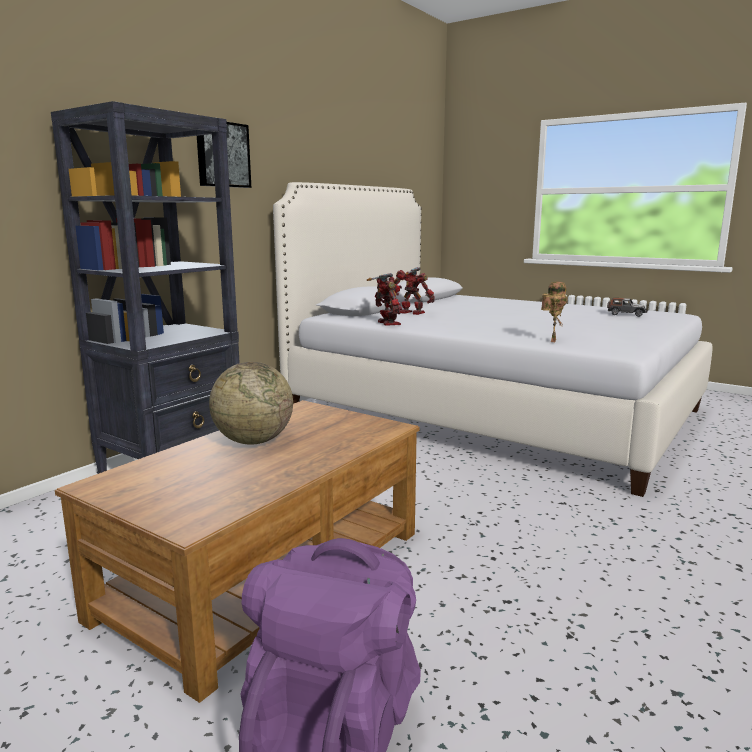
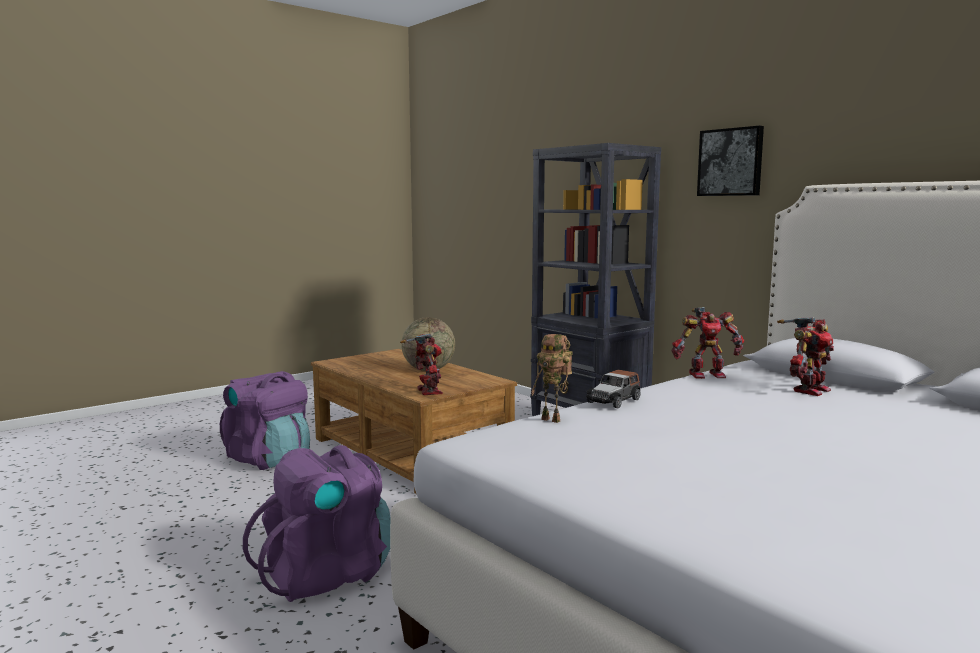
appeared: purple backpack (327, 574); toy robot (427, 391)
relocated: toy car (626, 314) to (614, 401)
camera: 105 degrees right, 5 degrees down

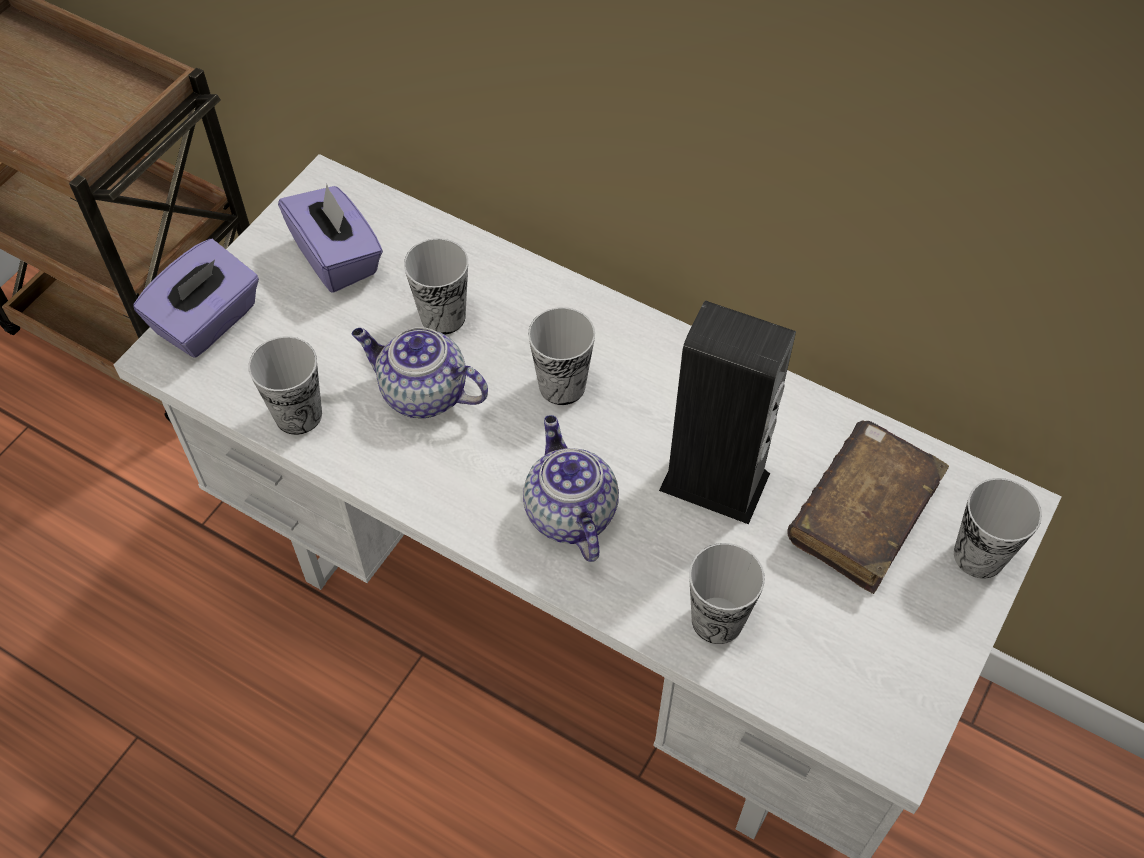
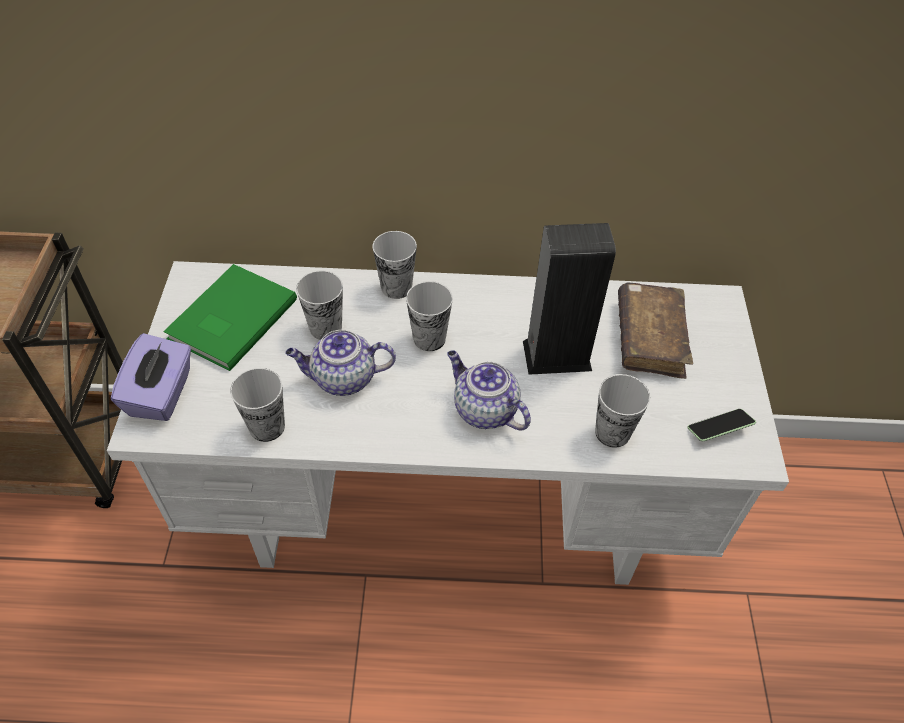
appeared: phone (718, 430)
relocated: cup (979, 556) to (396, 287)
exchanged: purple tissue box (337, 257) to green book (229, 319)
camera: 30 degrees left, 5 degrees down

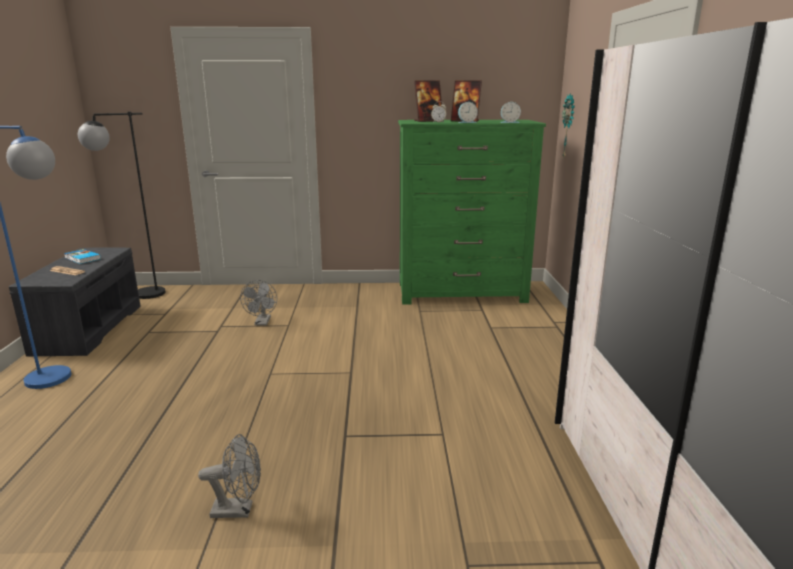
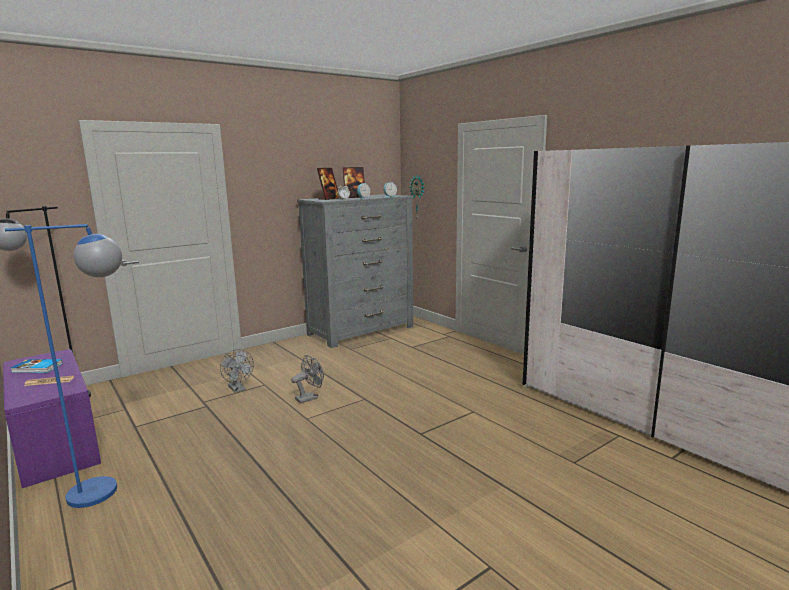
relocated: grey fan (238, 510) to (310, 397)
colour: grey bench (88, 328) to purple bench (54, 444); green dresser (461, 293) to grey dresser (361, 331)
camera: 35 degrees left, 5 degrees down

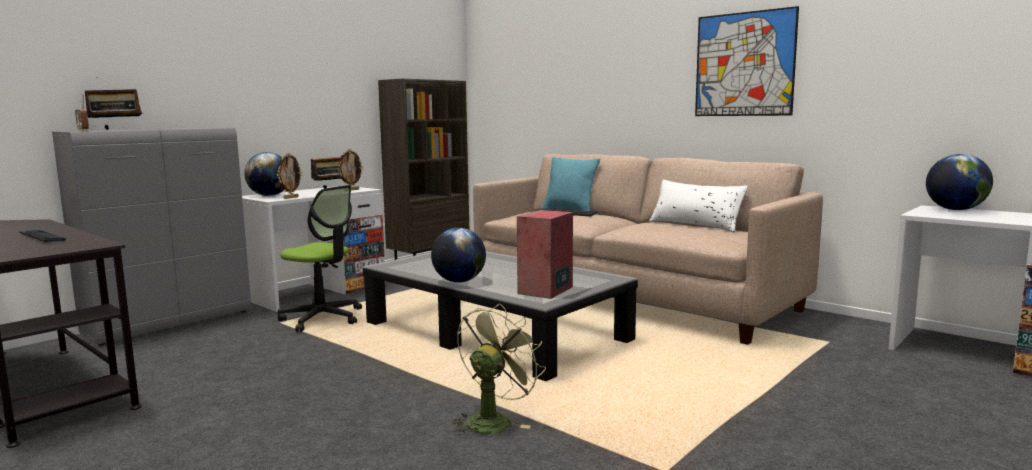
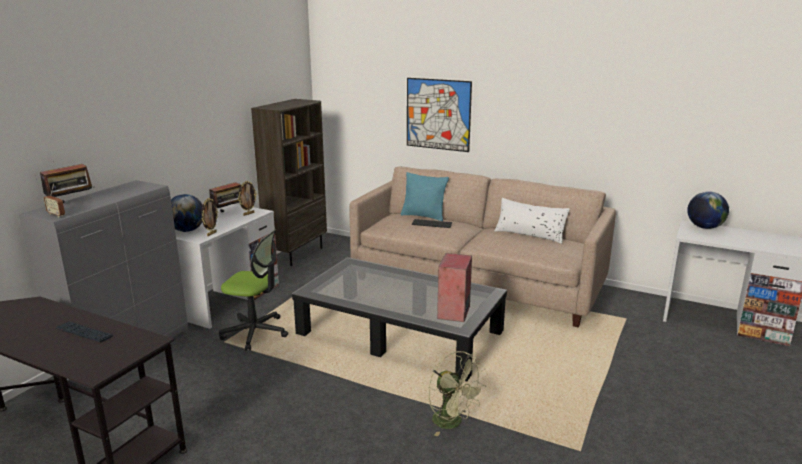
missing: globe (459, 281)
relocated: picture (744, 64) to (438, 114)
spun: green fan (493, 420) = (453, 423) 120 degrees clockwise
camera: 15 degrees left, 10 degrees up

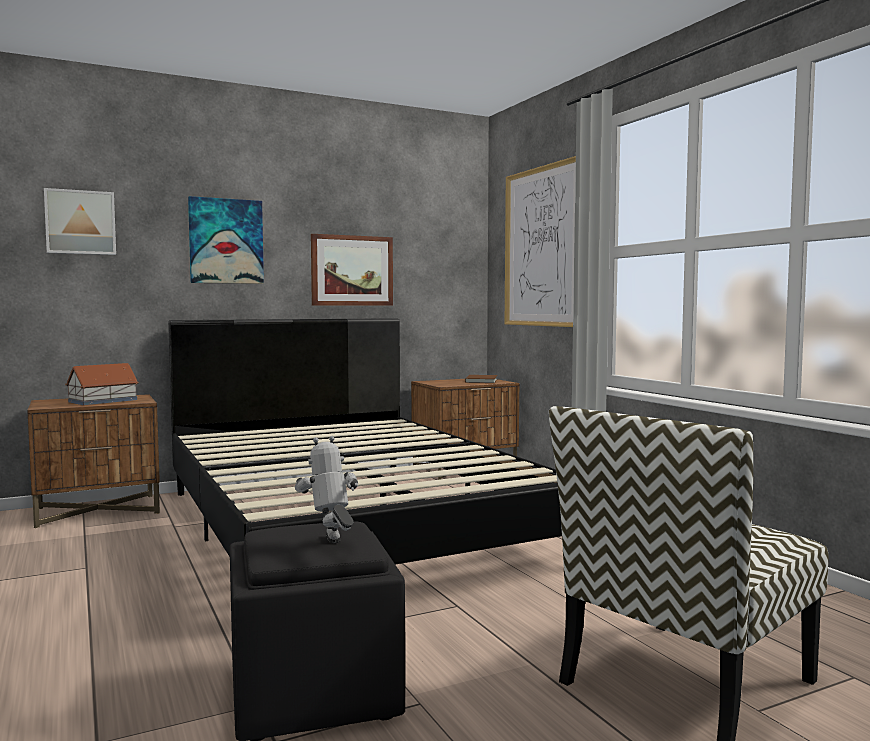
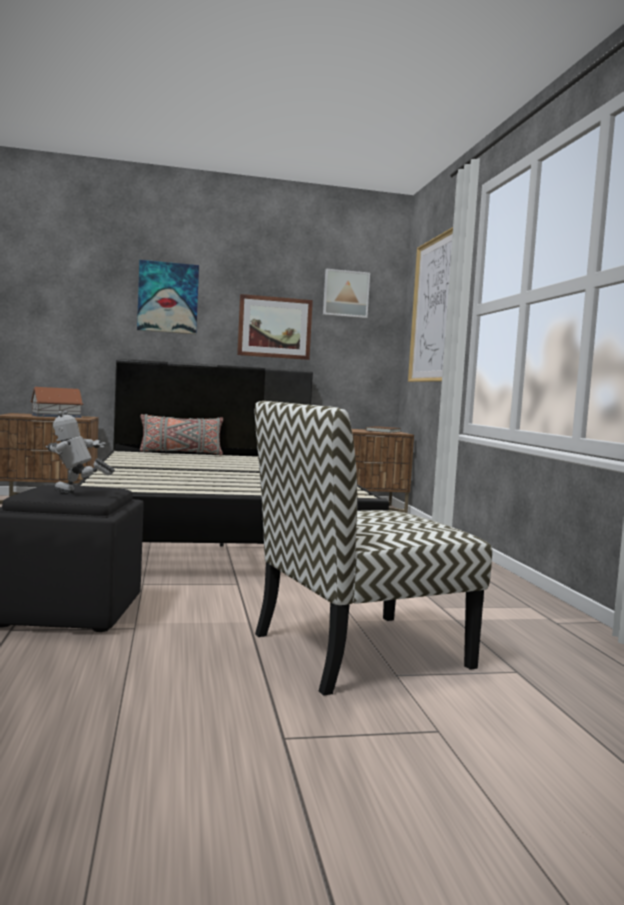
appeared: grey pillow (181, 453)
relocated: picture (80, 222) to (345, 294)
spun: toy robot (331, 546) = (76, 494) 75 degrees counterclockwise
camera: 15 degrees right, 0 degrees up

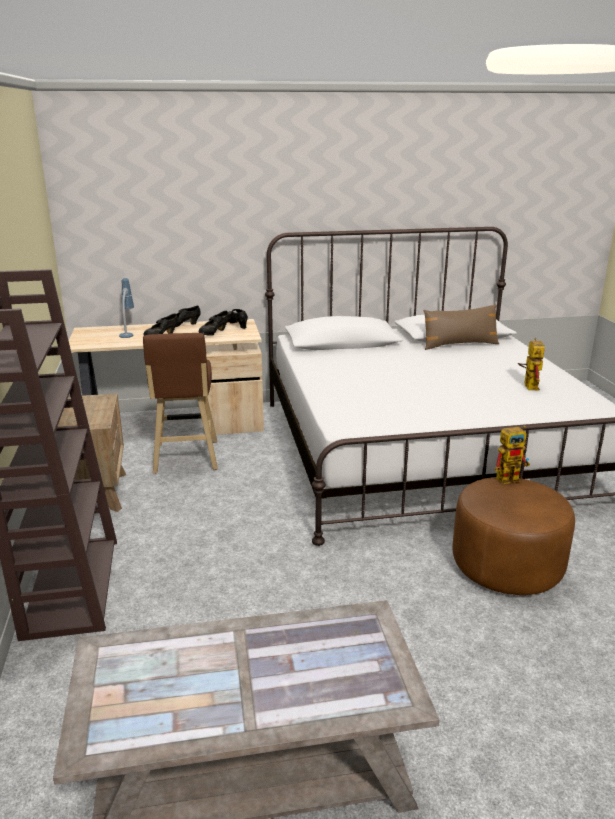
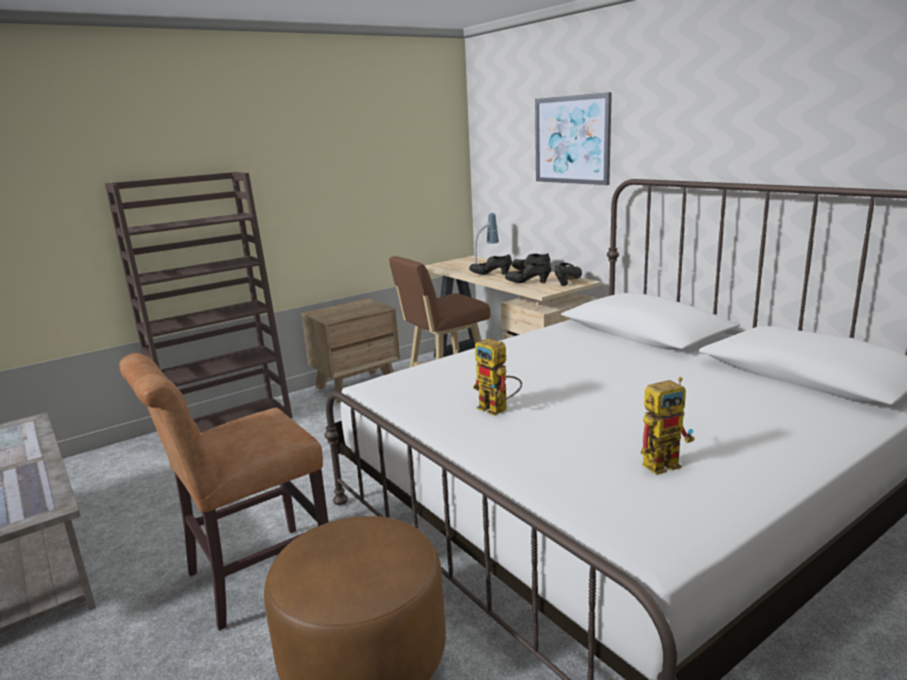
missing: brown pillow (459, 345)
appeared: brown chair (252, 578); picture (572, 140)
relocated: toy robot (511, 477) to (498, 410)
camera: 65 degrees right, 5 degrees down

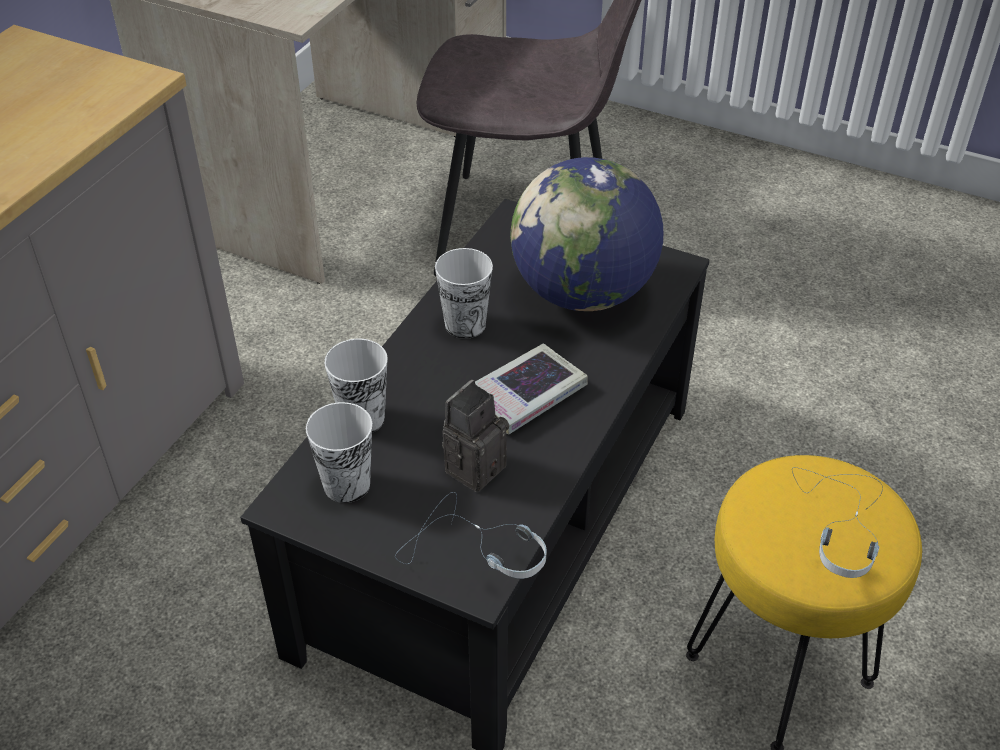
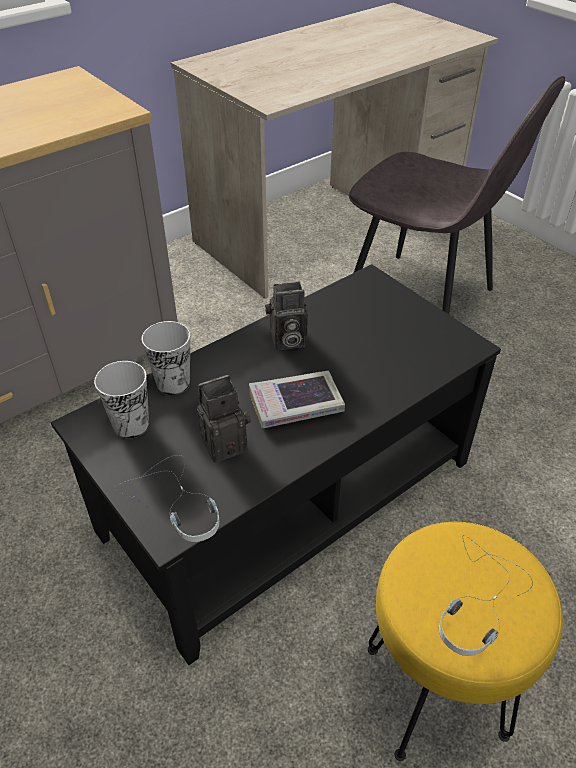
missing: globe (583, 293)
exchanged: cup (465, 324) to photo camera (286, 341)
camera: 25 degrees right, 0 degrees up

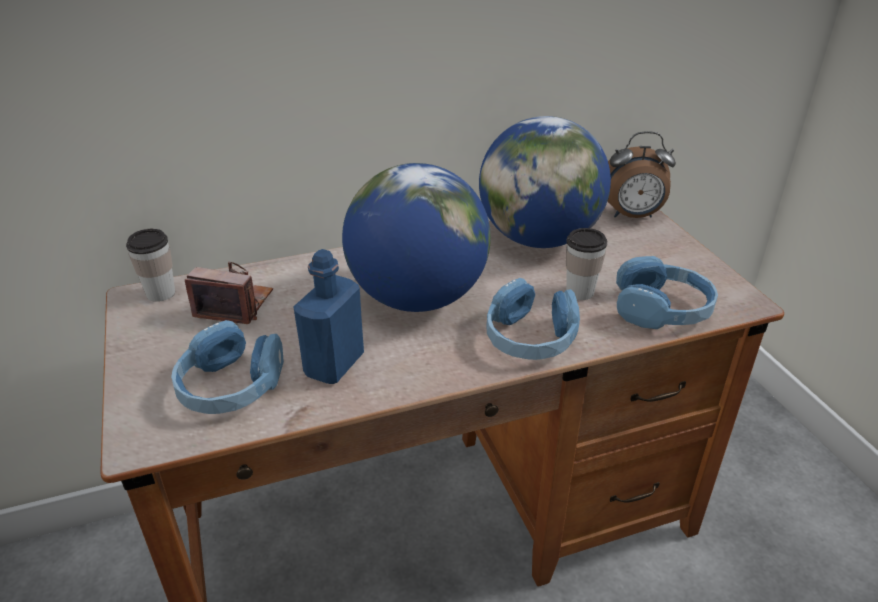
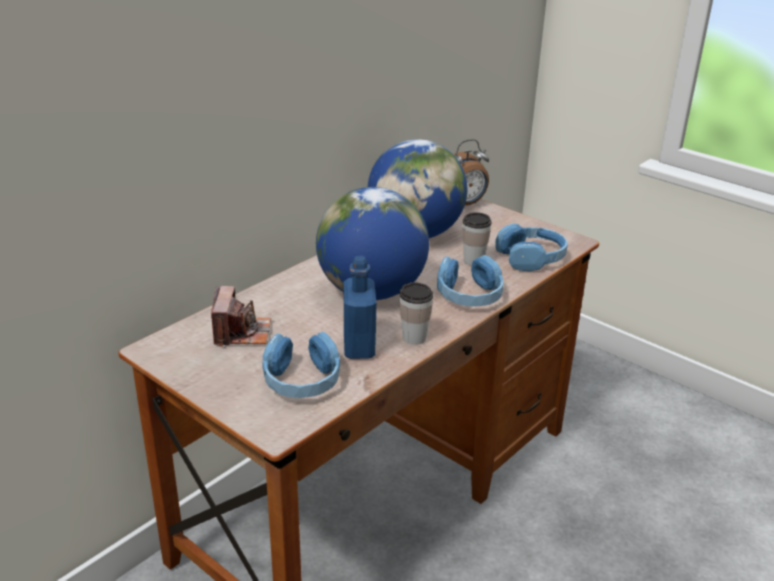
relocated: cup (161, 293) to (414, 338)
spun: photo camera (234, 305) = (241, 332) 105 degrees clockwise
camera: 30 degrees left, 5 degrees down

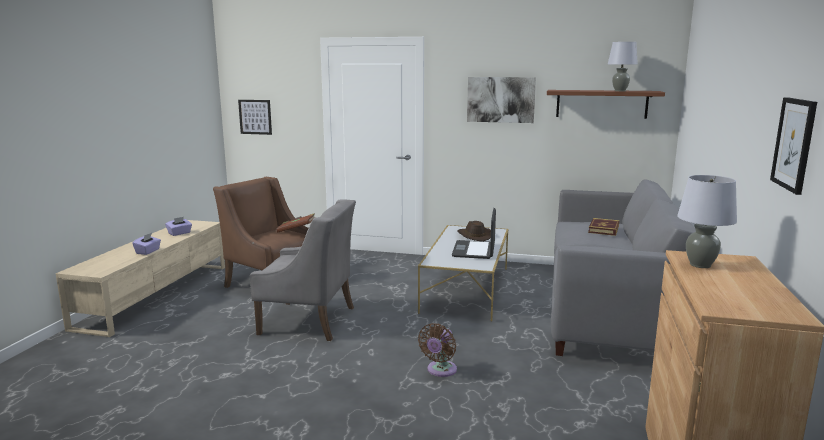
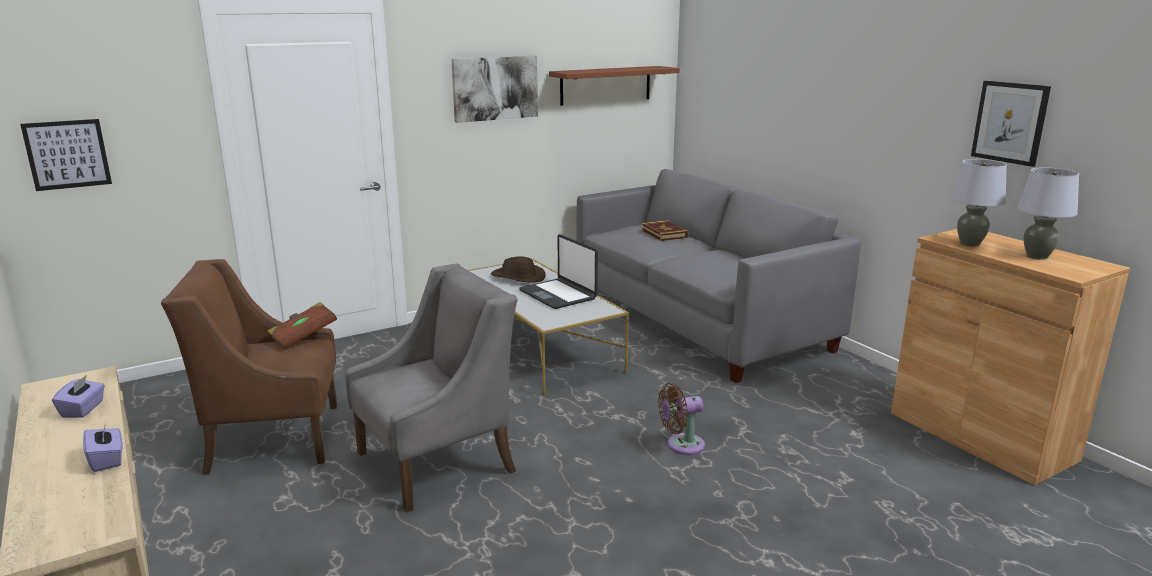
relocated: grey table lamp (620, 91) to (1037, 256)
spun: brown fan (440, 370) = (681, 445) 90 degrees clockwise
camera: 45 degrees left, 5 degrees up

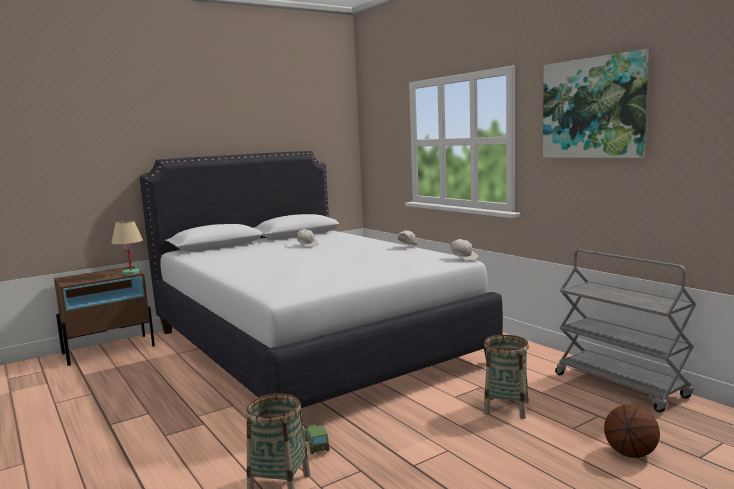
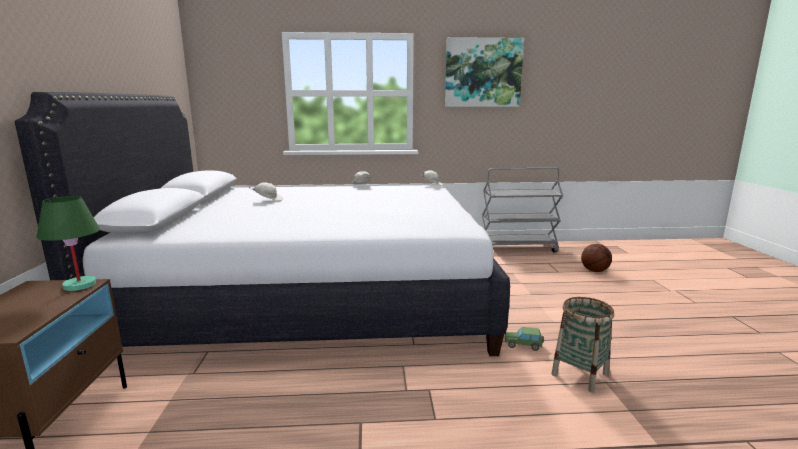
missing: basket (506, 408)
colour: beige table lamp (131, 273) to green table lamp (80, 285)
camera: 60 degrees left, 5 degrees up

